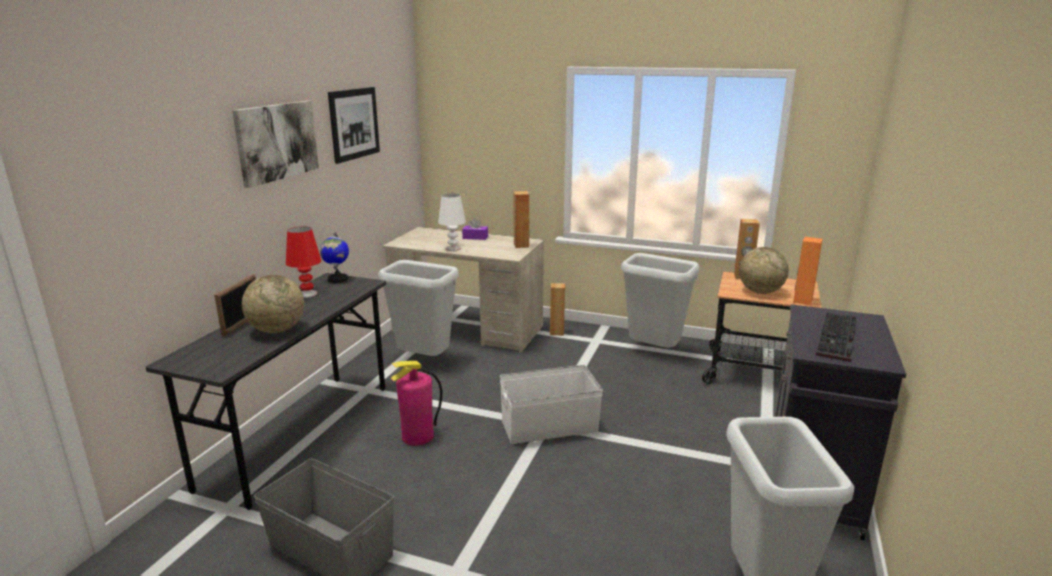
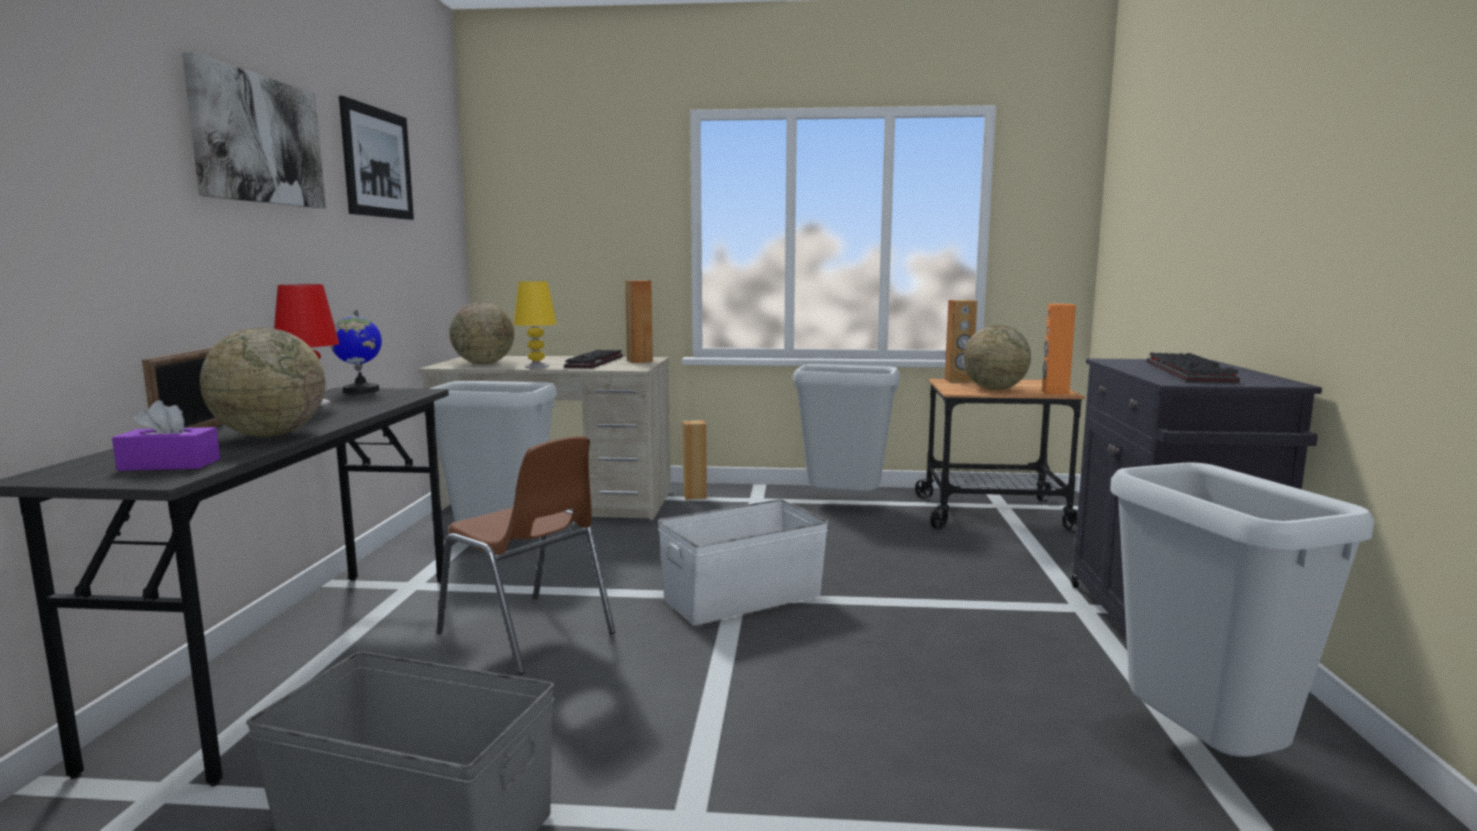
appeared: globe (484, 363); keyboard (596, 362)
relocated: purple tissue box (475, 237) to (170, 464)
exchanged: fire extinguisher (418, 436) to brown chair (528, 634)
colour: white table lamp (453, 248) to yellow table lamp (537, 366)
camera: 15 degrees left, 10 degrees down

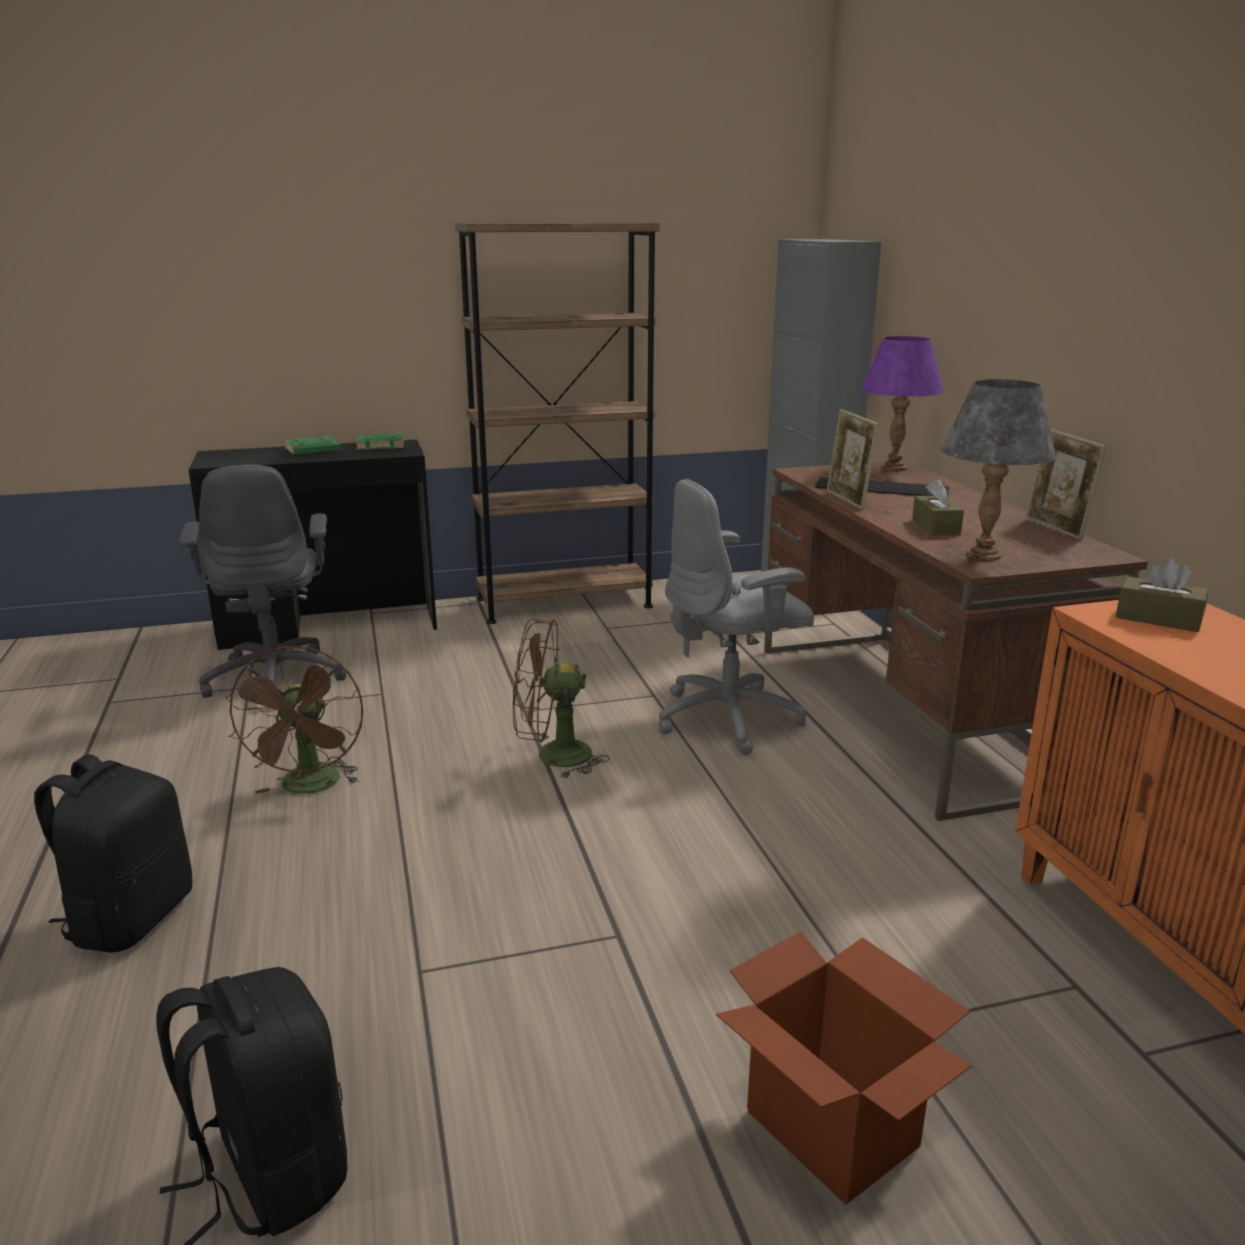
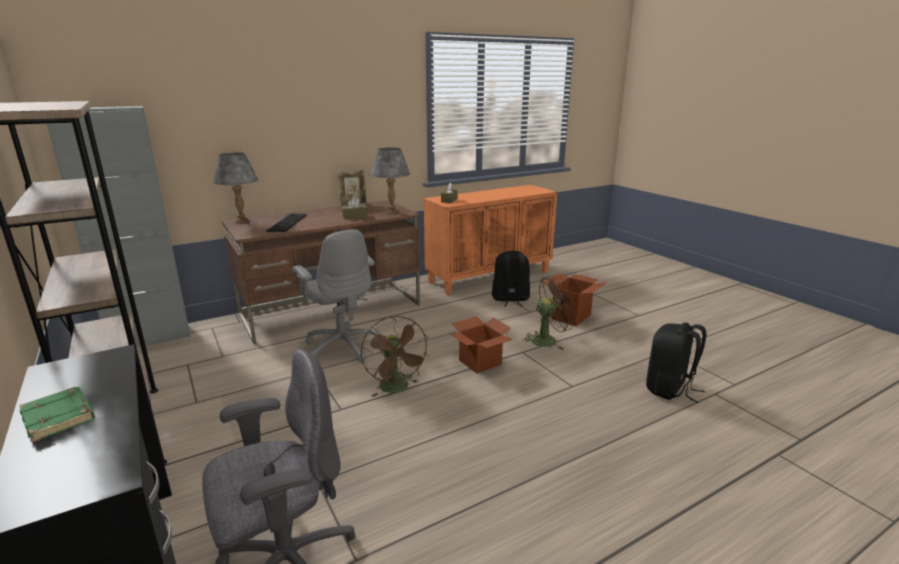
missing: green book (381, 446); picture frame (848, 500)
appeared: cardboard box (480, 362)
relocated: black backpack (130, 918) to (510, 299); brown fan (310, 787) to (548, 340)
colour: purple table lamp (893, 467) to grey table lamp (242, 221)
camera: 105 degrees left, 0 degrees up

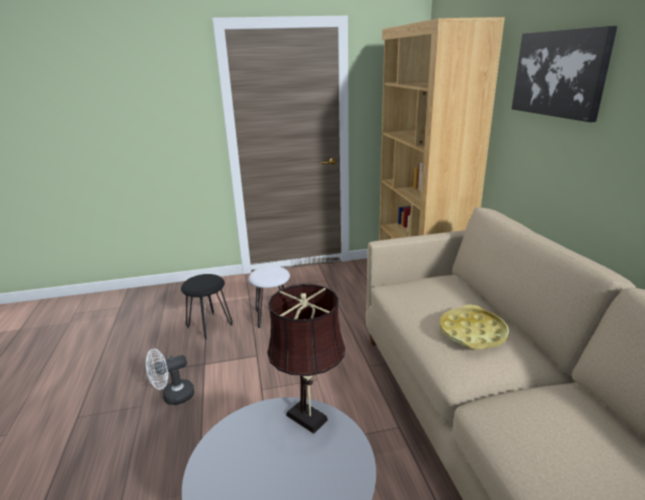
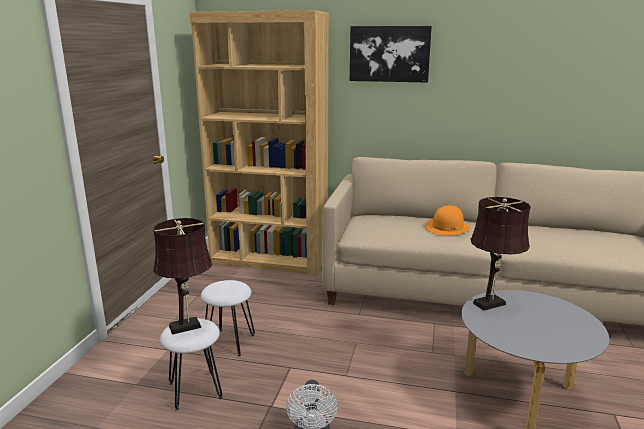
appeared: brown table lamp (188, 326)
exchanged: yellow tray (472, 333) to orange hat (447, 227)
colour: black stool (210, 325) to white stool (195, 390)
camera: 65 degrees left, 5 degrees down

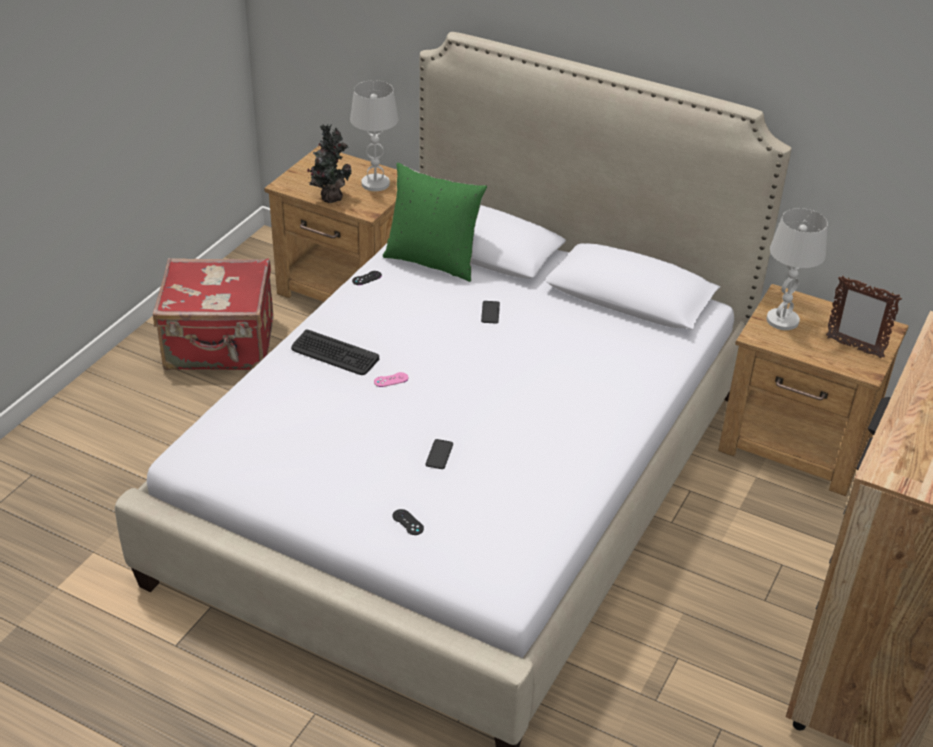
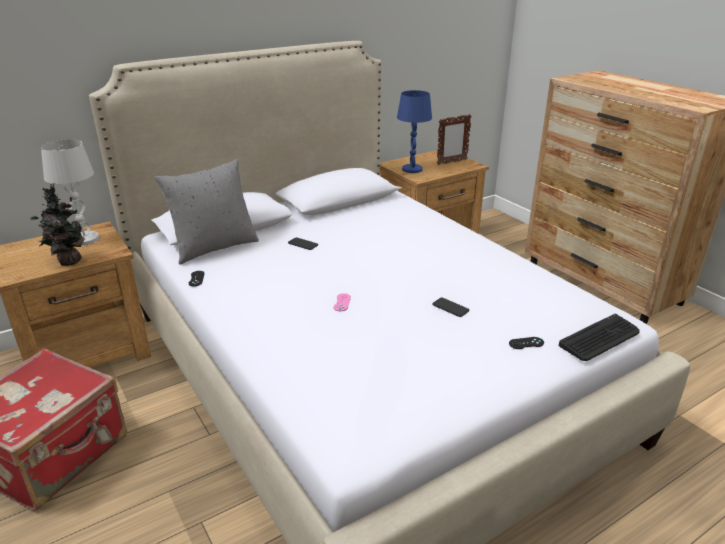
relocated: keyboard (334, 354) to (600, 338)
colour: green pillow (433, 261) to grey pillow (214, 247); white table lamp (782, 320) to blue table lamp (412, 169)
camera: 60 degrees left, 10 degrees down

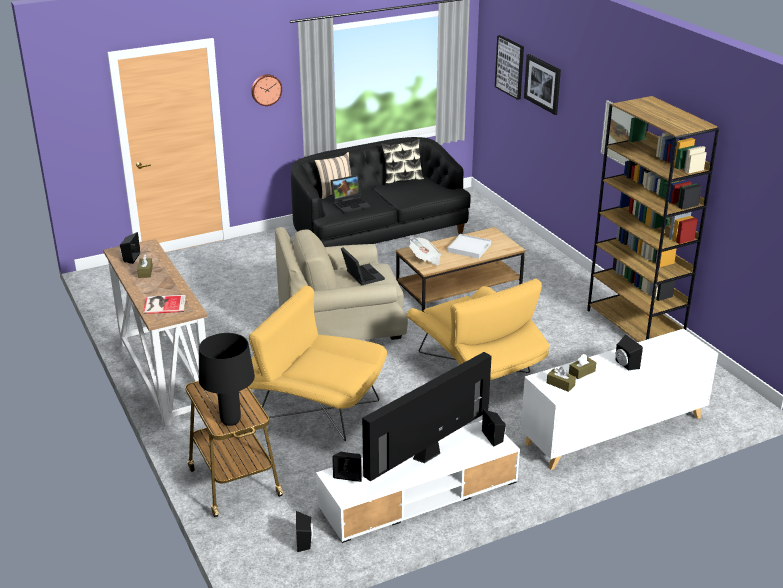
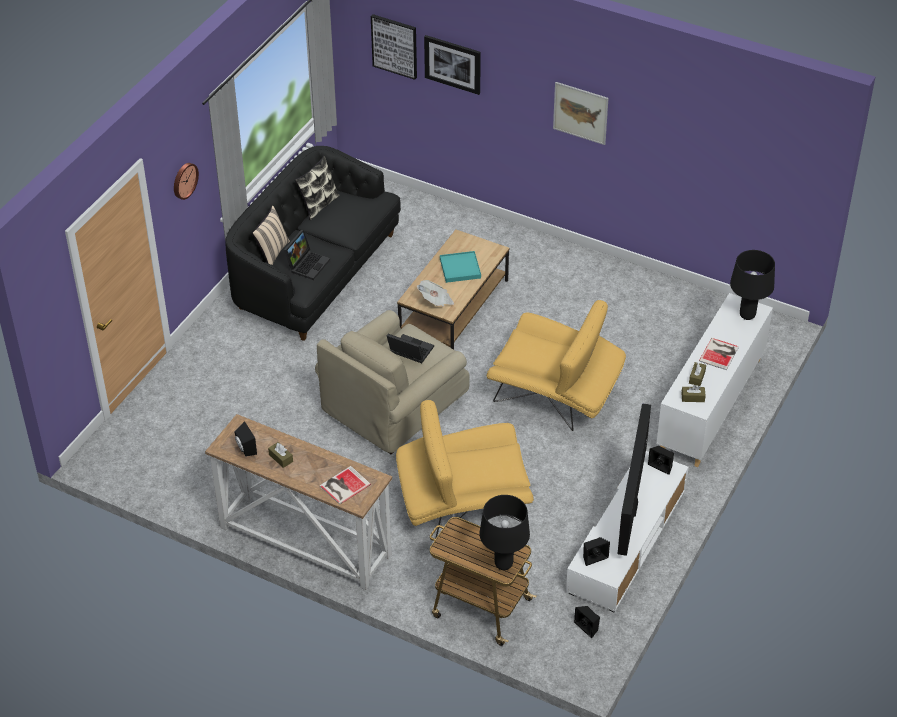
missing: brown bookcase (635, 326)
appeared: black table lamp (747, 315)
exchanged: black speaker (625, 365) to book (720, 353)
colour: white tray (469, 248) to turquoise tray (460, 268)
camera: 35 degrees left, 15 degrees up

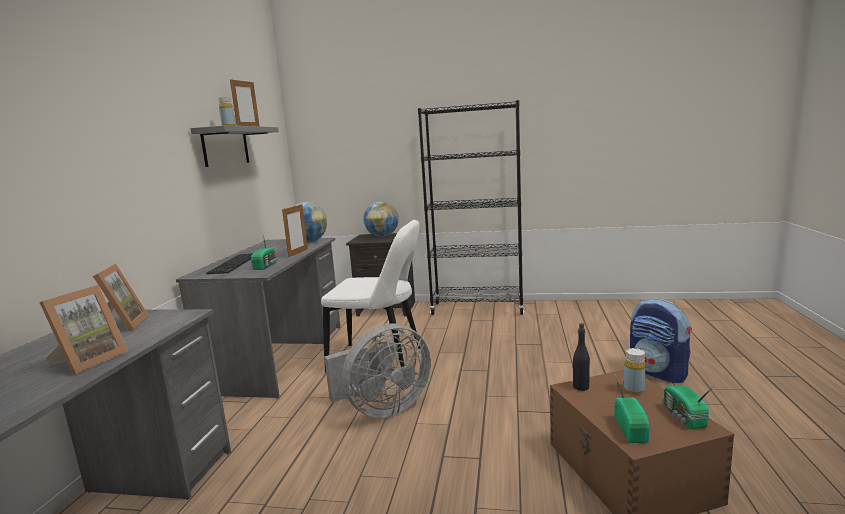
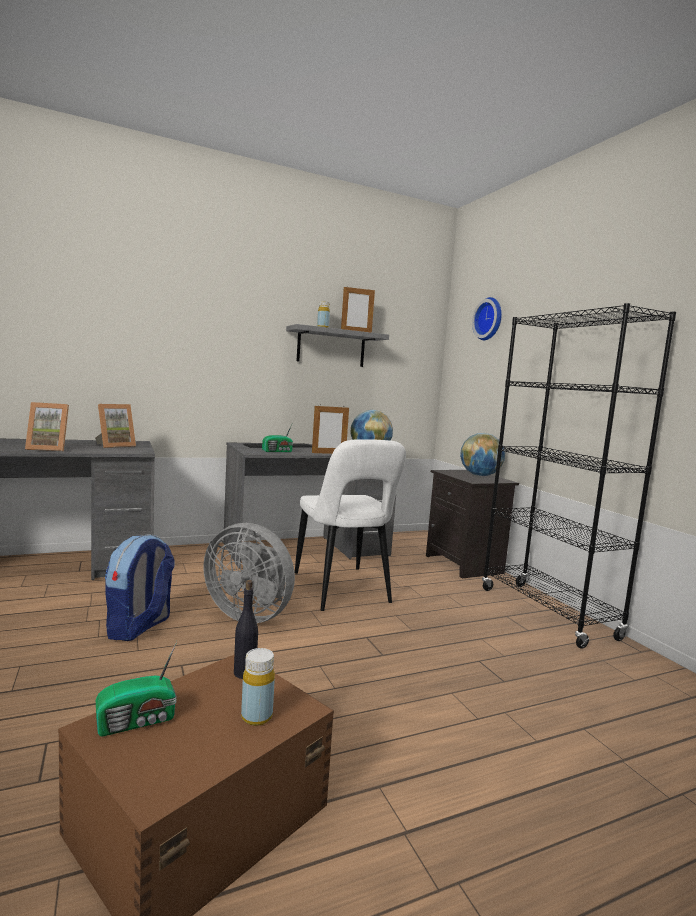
missing: radio (684, 417)
appeared: wall clock (490, 319)
relocated: backpack (658, 372) to (139, 627)
camera: 55 degrees right, 5 degrees down

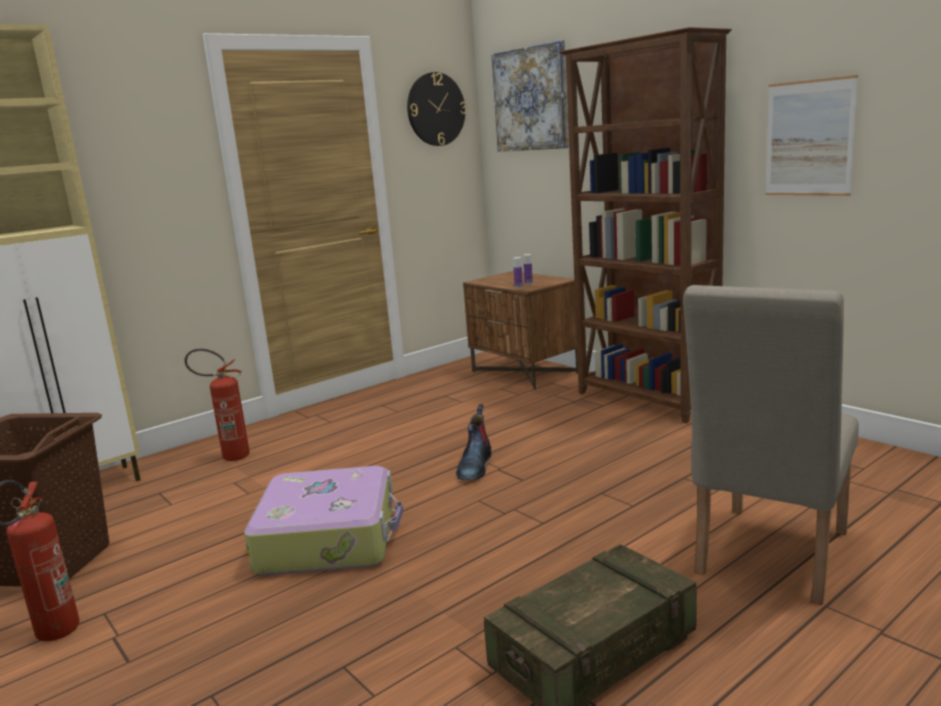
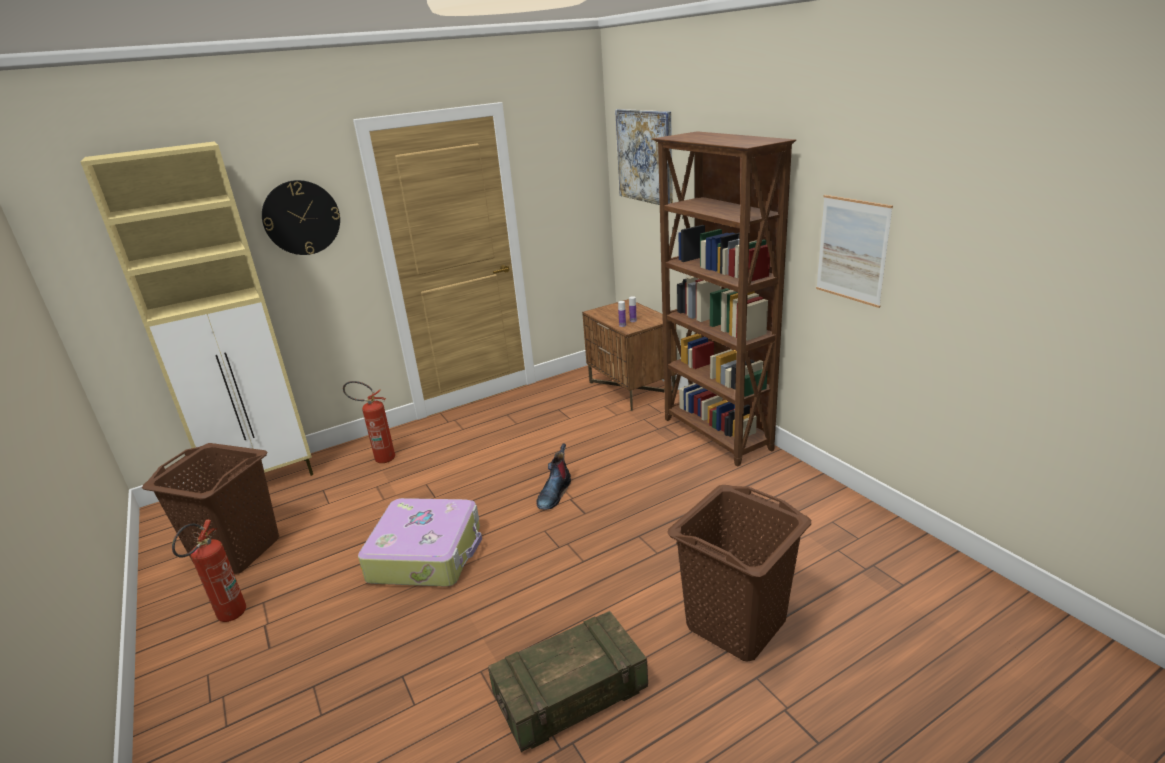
relocated: wall clock (436, 109) to (301, 218)
exchanged: beige chair (767, 558) to brown laundry basket (735, 623)
camera: 10 degrees right, 10 degrees up

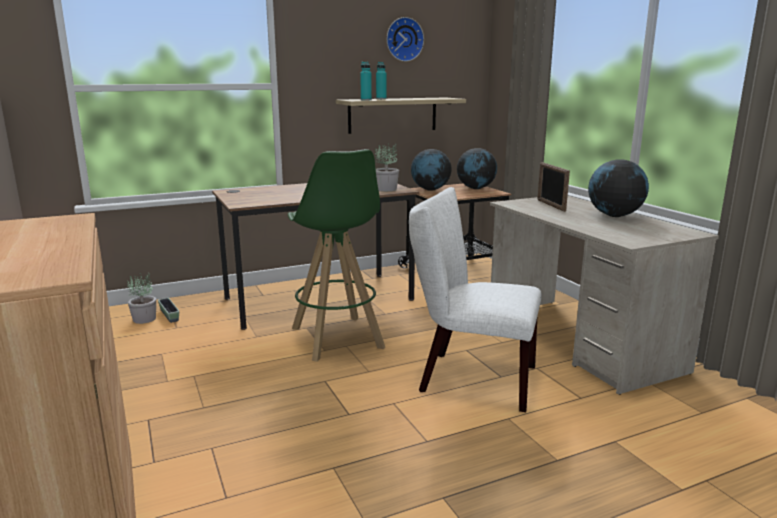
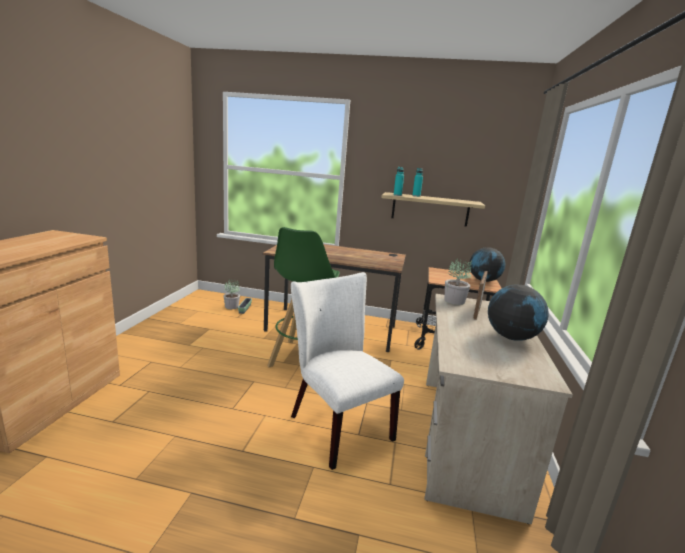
missing: wall clock (403, 39); globe (430, 189)
relocated: potted plant (386, 189) to (454, 301)
camera: 35 degrees right, 0 degrees up

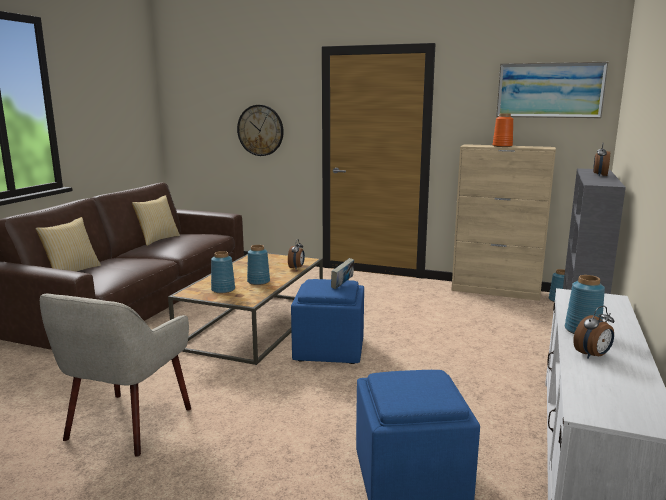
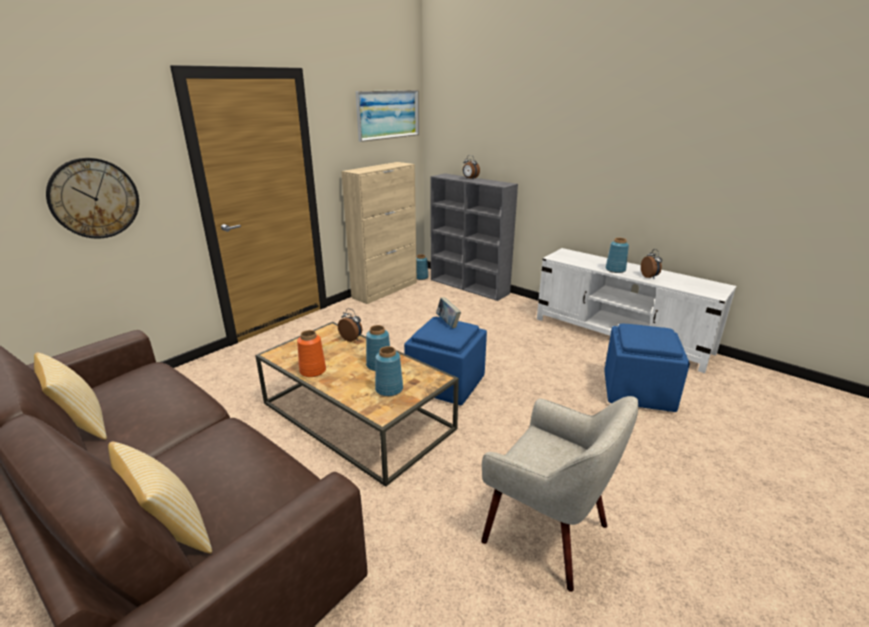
relocated: orange vase (502, 146) to (312, 371)
camera: 70 degrees left, 10 degrees up

